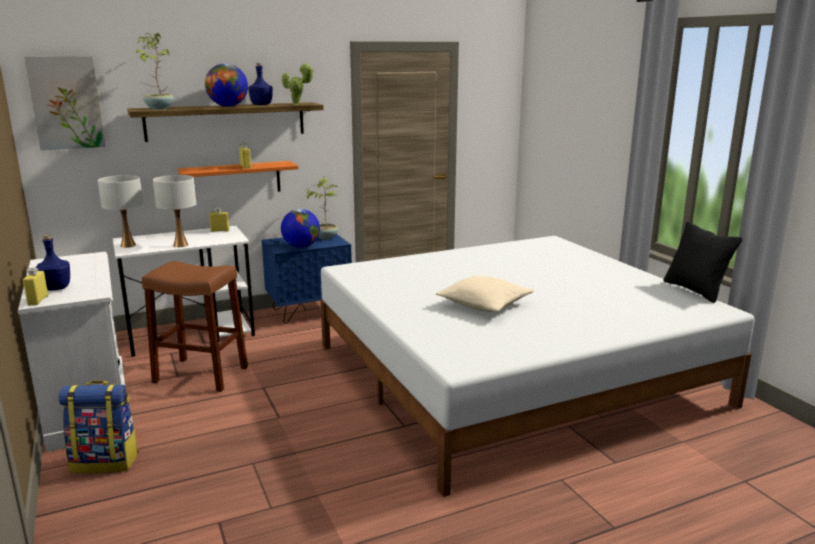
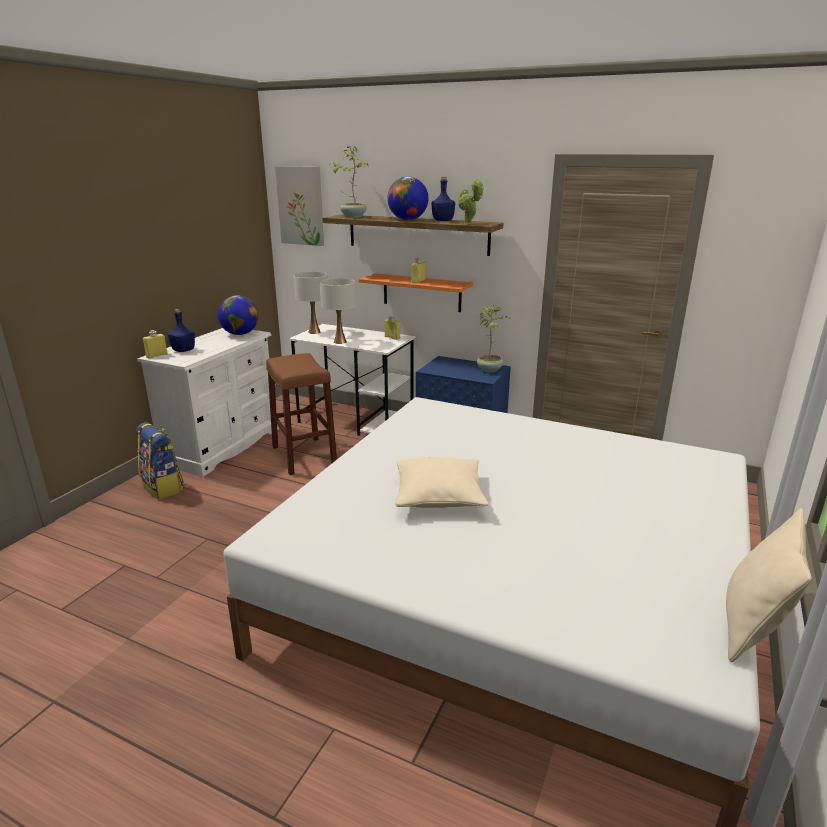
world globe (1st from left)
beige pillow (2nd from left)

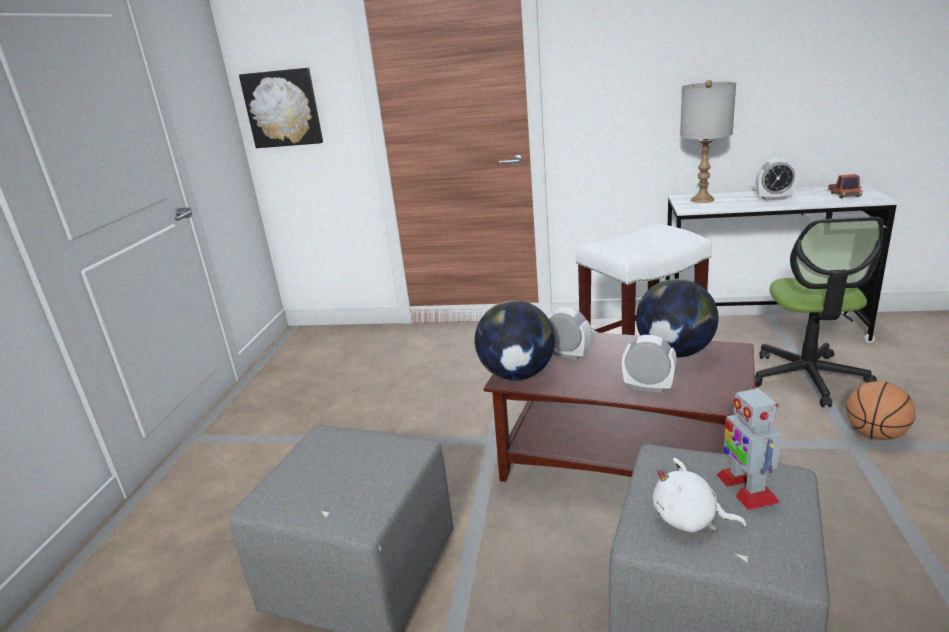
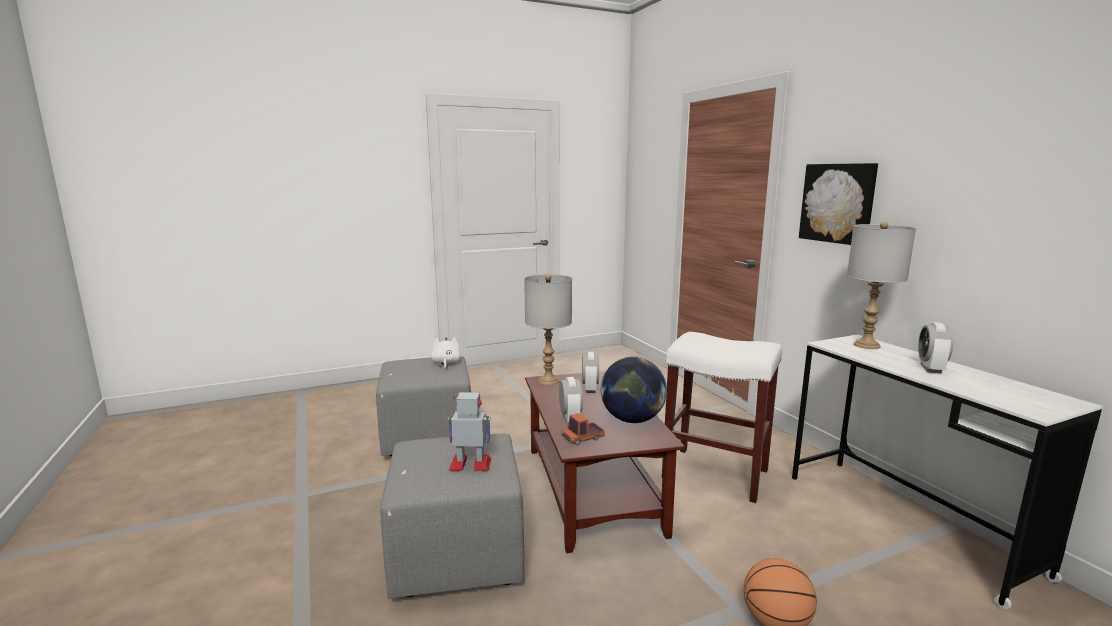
wall art
gray tabletop lamp (1st from left)
white-coloured soft toy
robot figure
table clock (3rd from left)
computer chair
toy truck

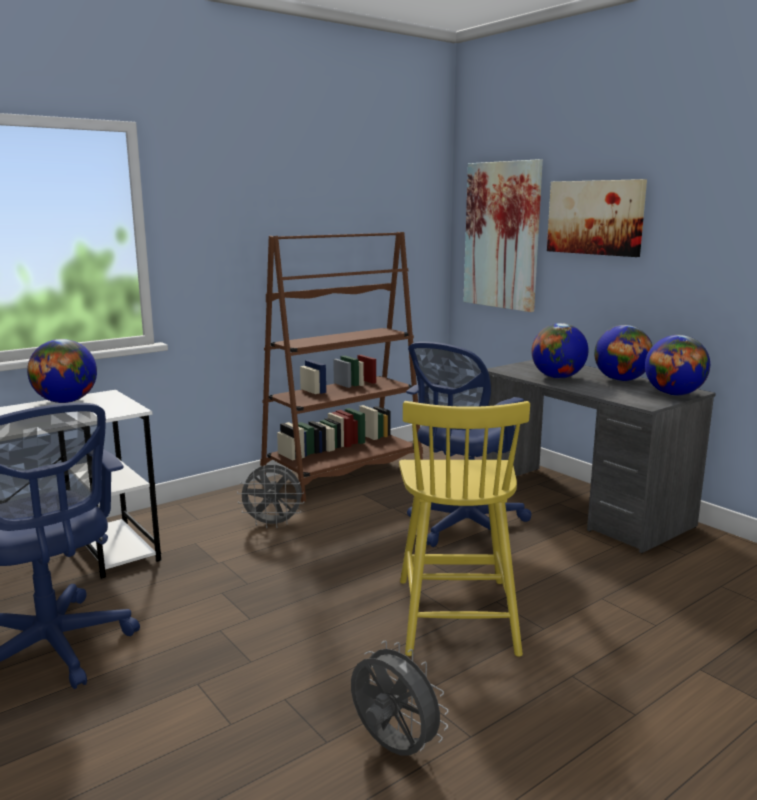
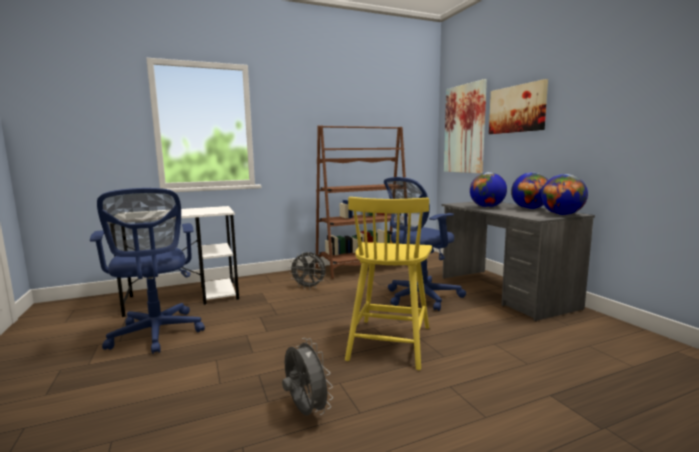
world globe (1st from left in the first image)

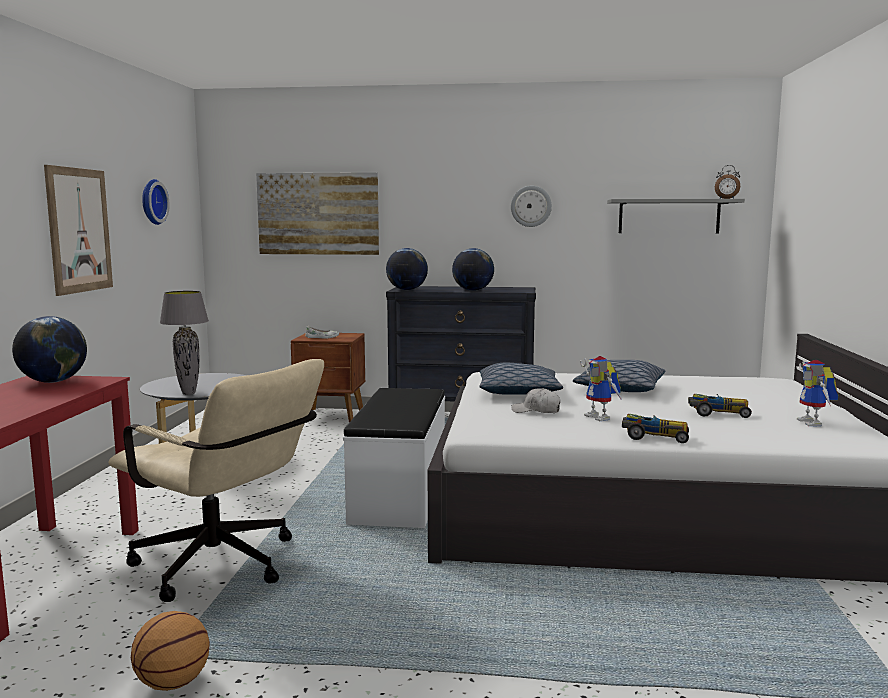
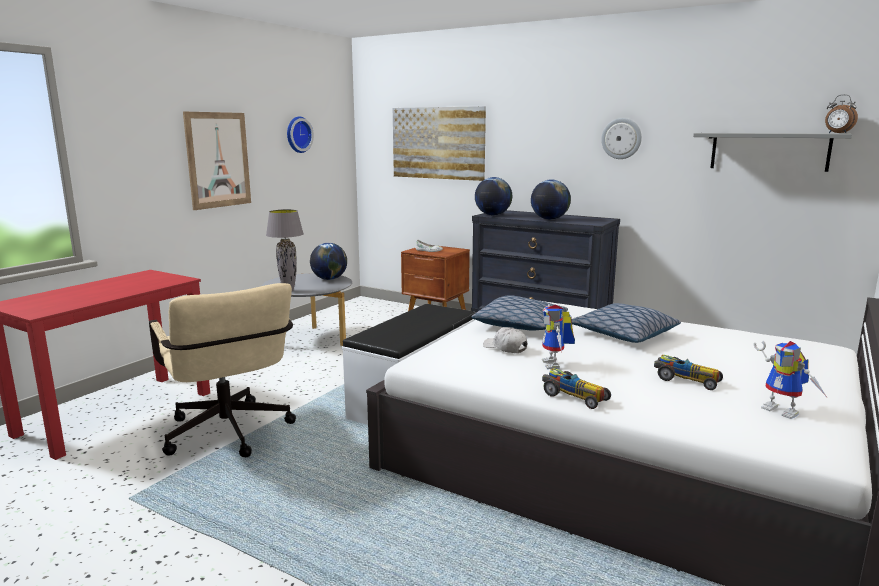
world globe (1st from left)
ball for basketball
robot figure (2nd from left)

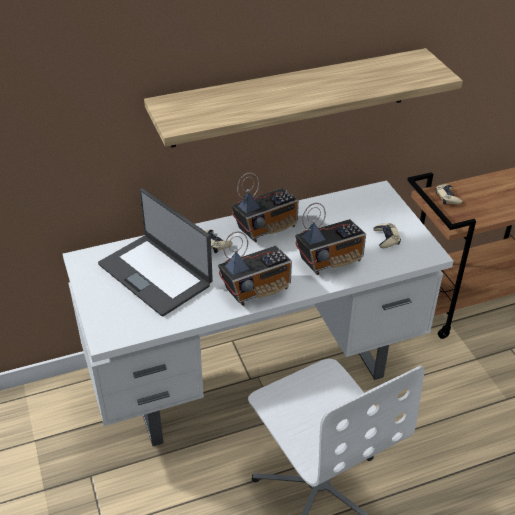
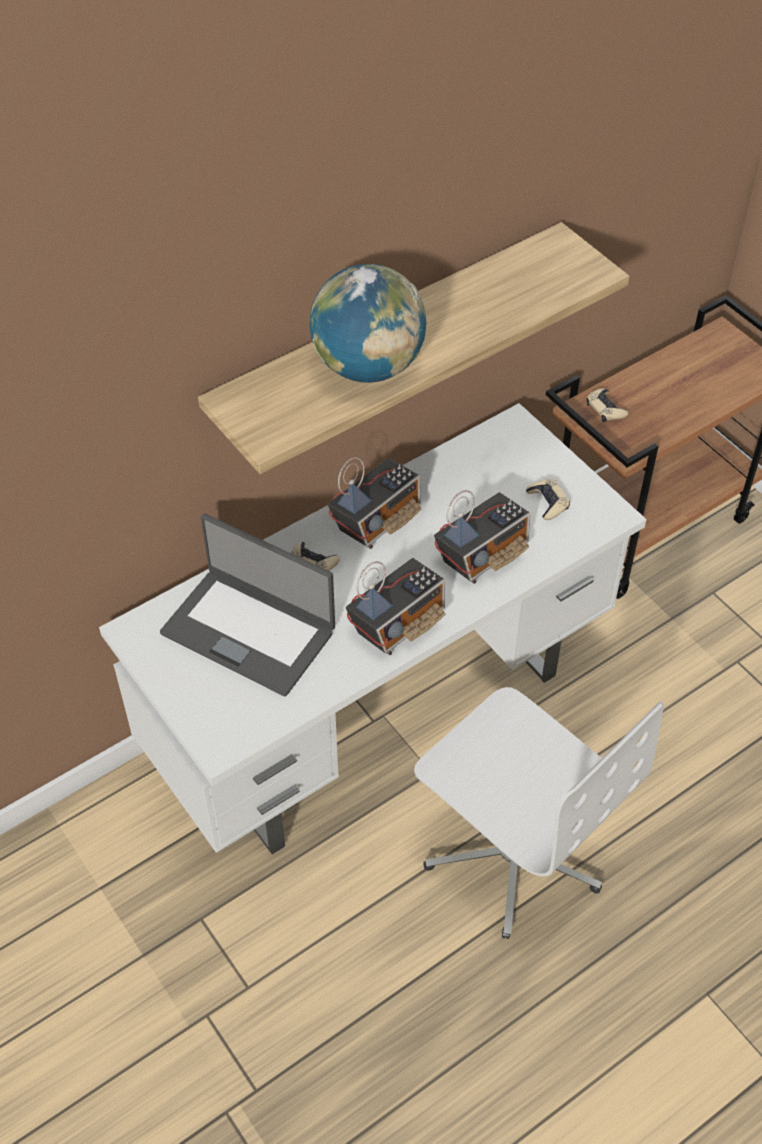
world globe

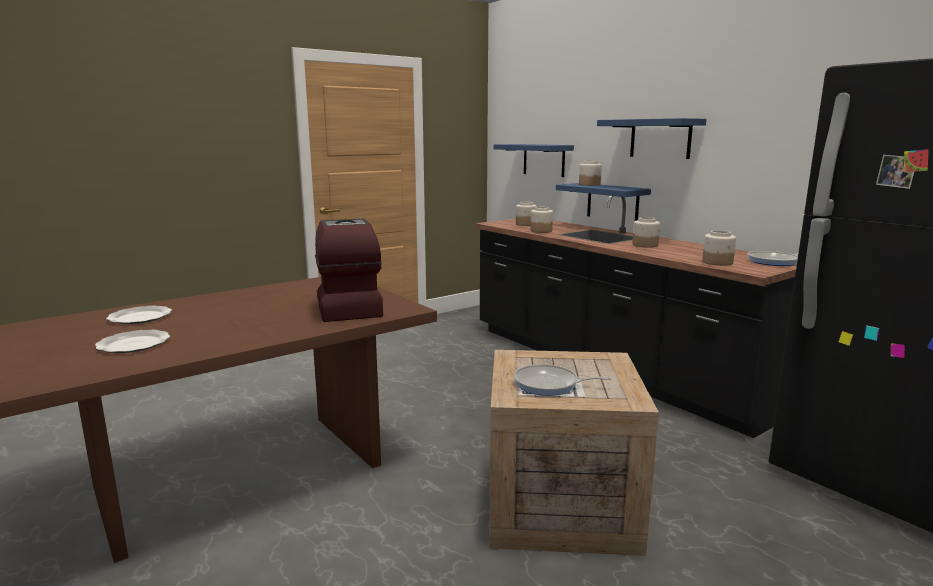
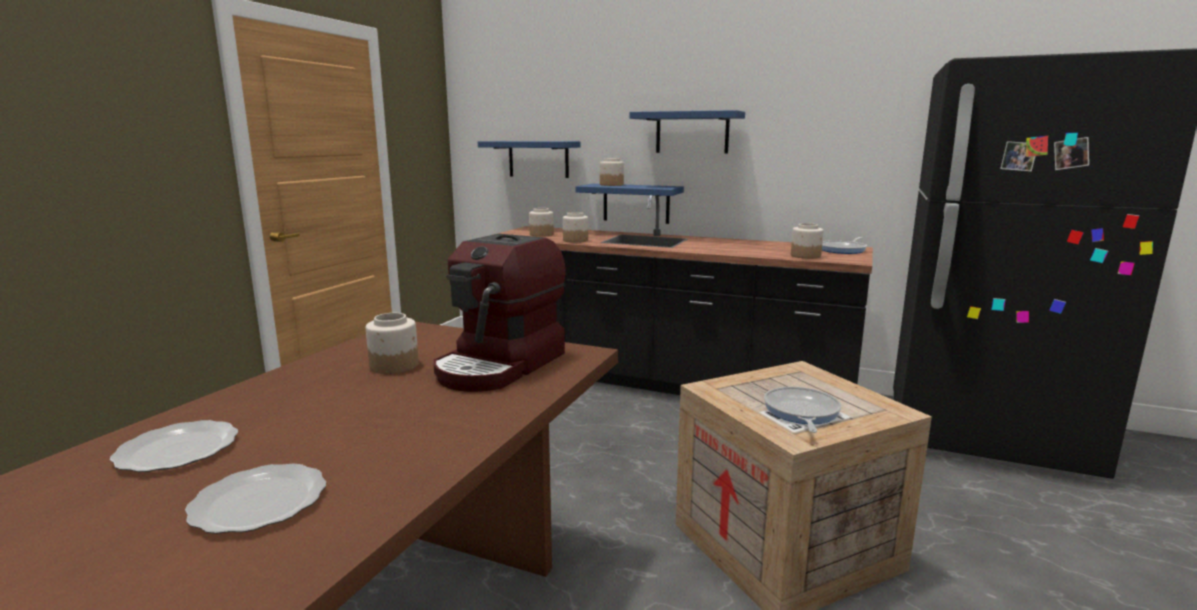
coffee machine
frying pan (1st from left)
storage jar (1st from left)

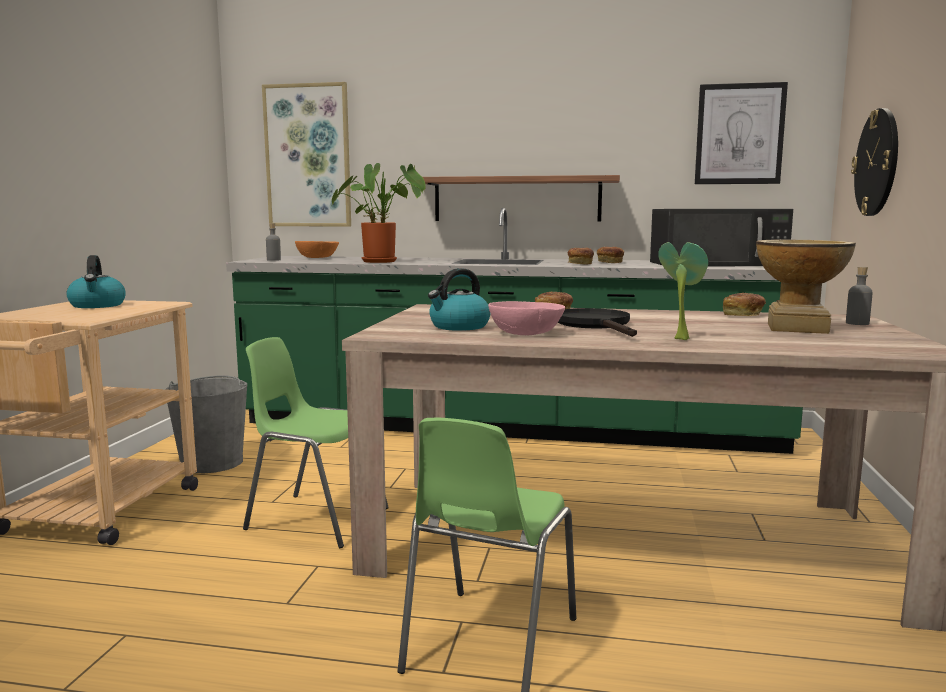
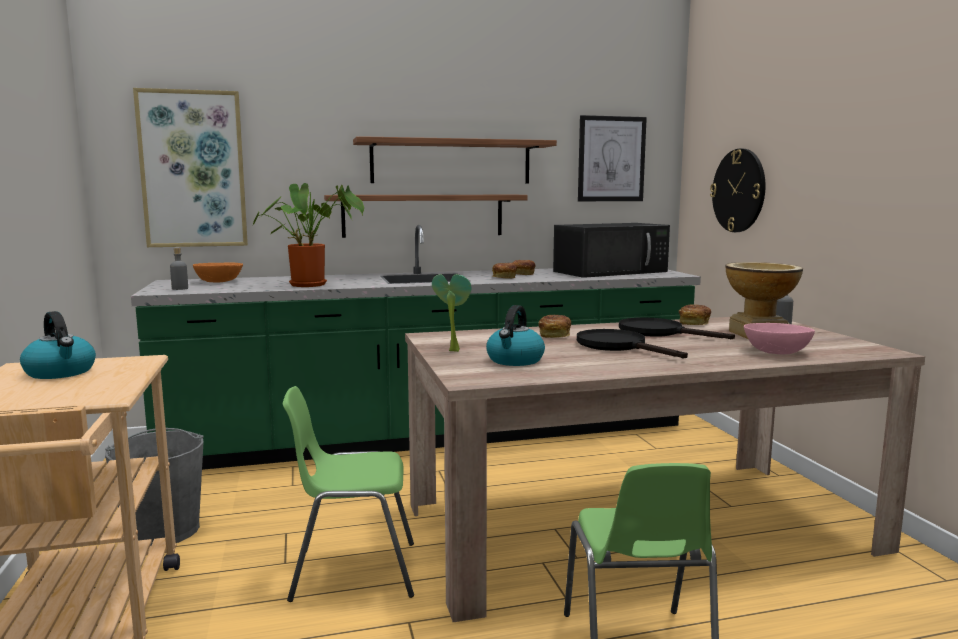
pink-coloured deep dish
potted plant (2nd from left)
wall shelf (2nd from left)
blackish frying pan (2nd from left)

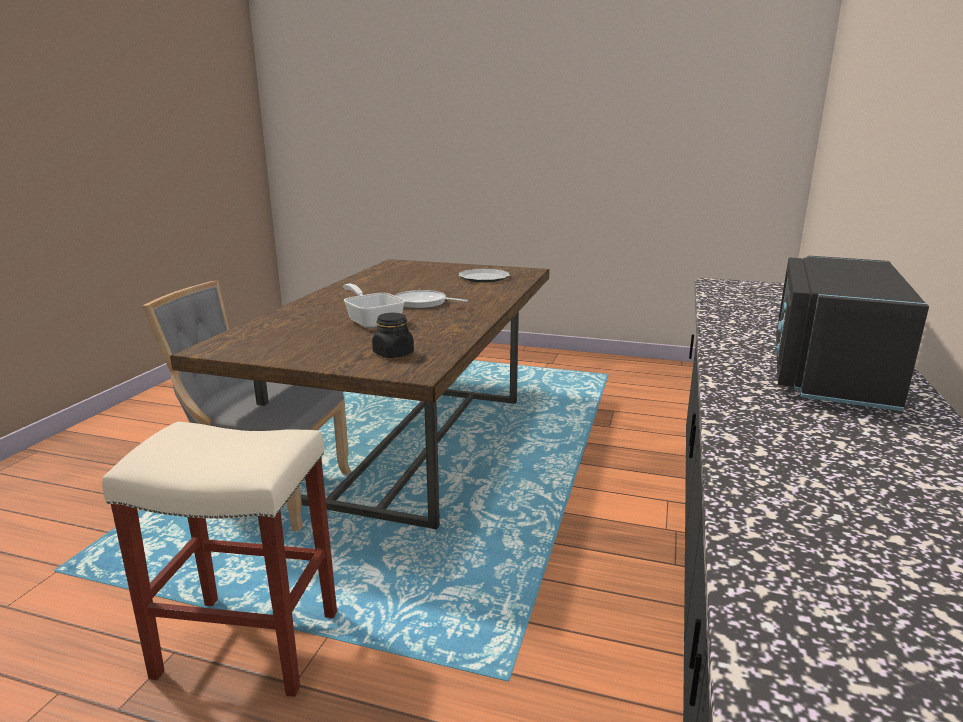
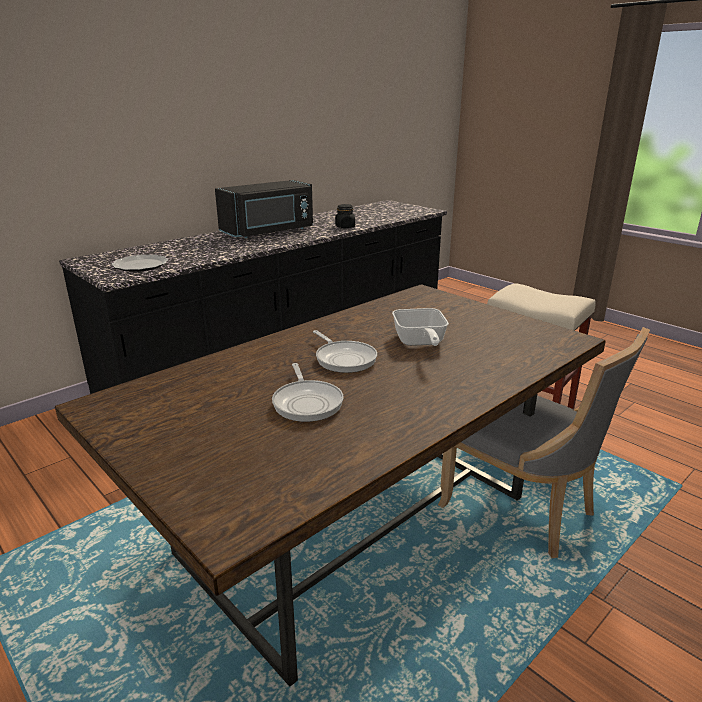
blackish storage jar
plate
frying pan (1st from left)

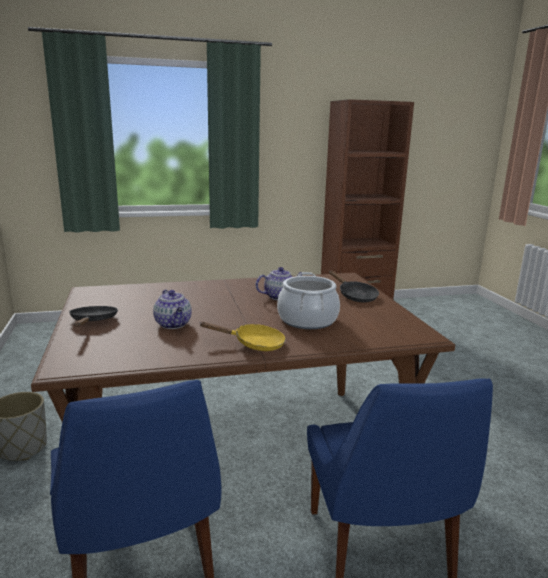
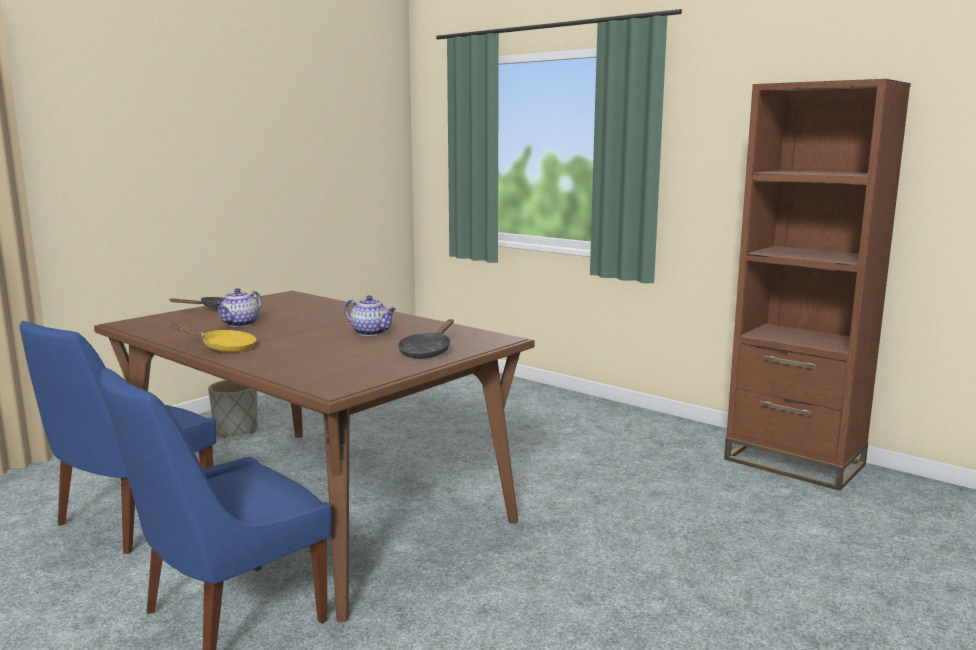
yellowish frying pan
stockpot

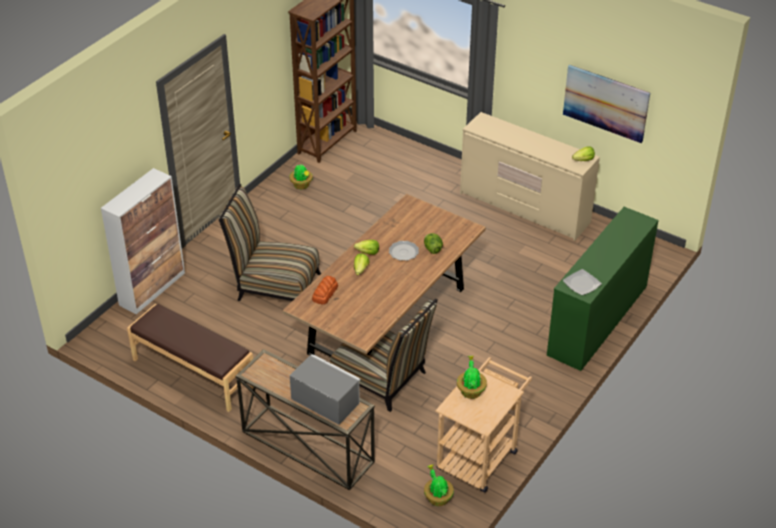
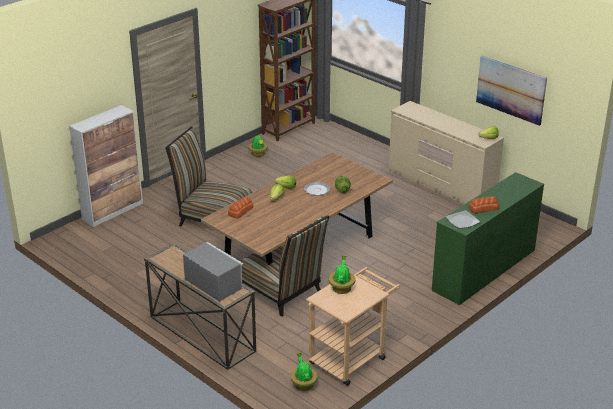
brownish indoor bench
bakery bread (2nd from left)

